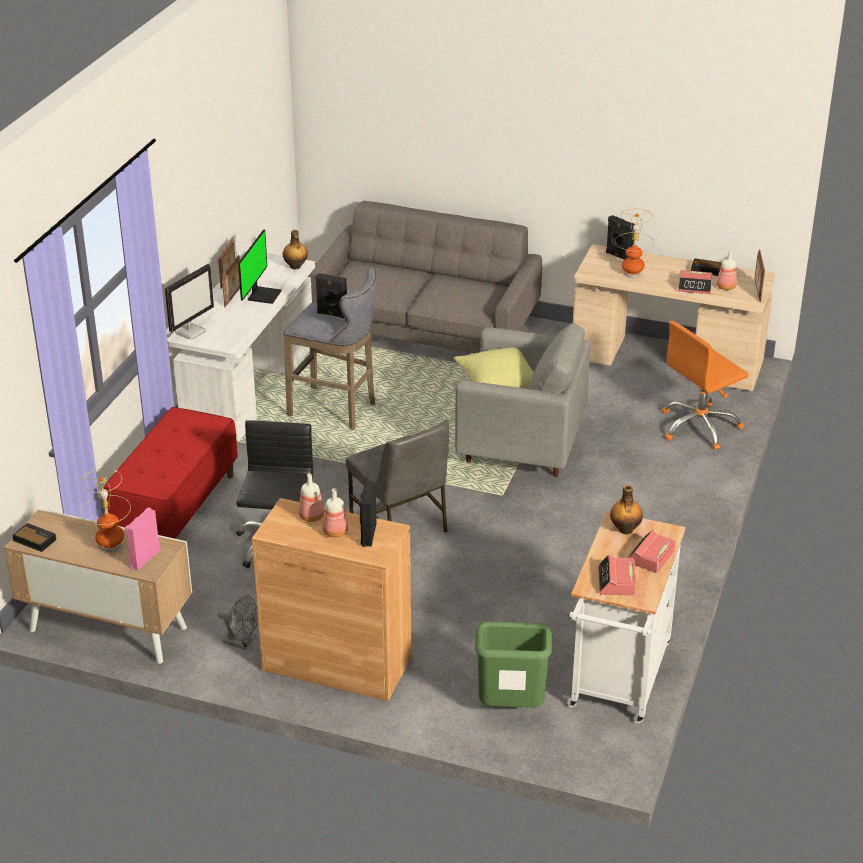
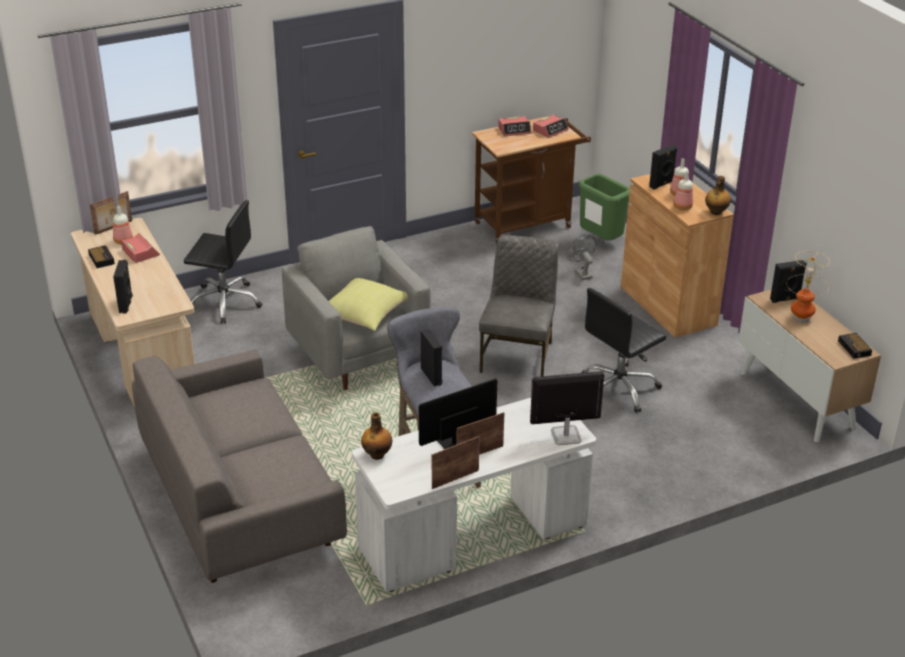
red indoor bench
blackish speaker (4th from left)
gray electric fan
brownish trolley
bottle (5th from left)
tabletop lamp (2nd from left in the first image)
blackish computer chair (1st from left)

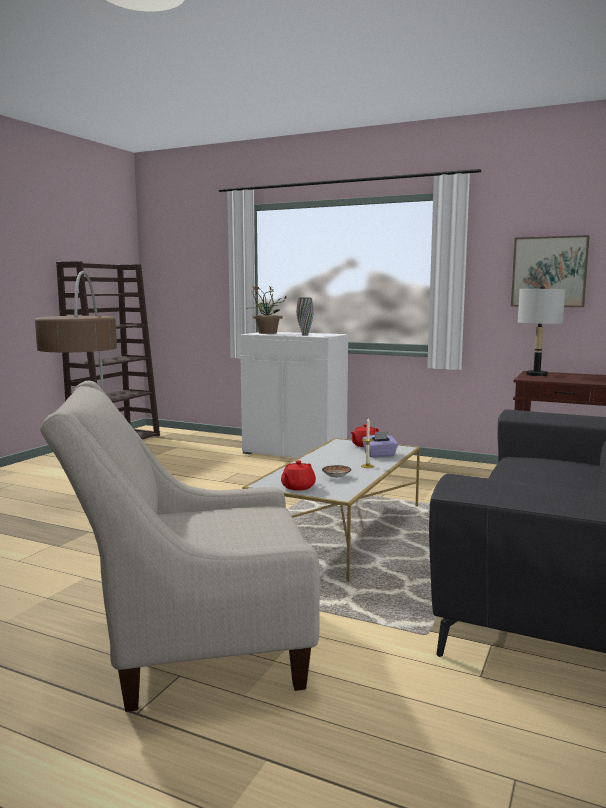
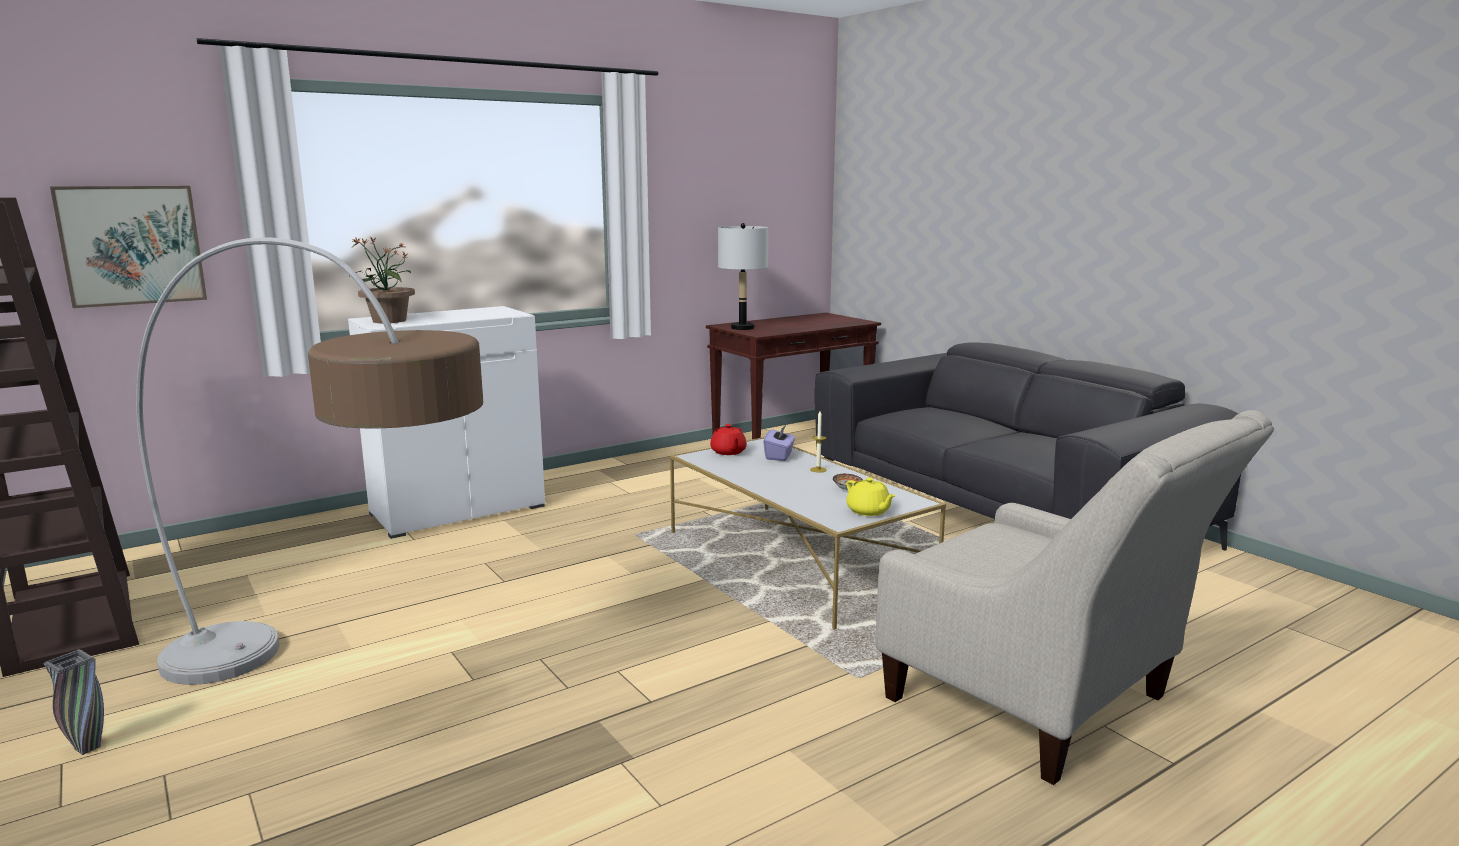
beige armchair
yellowish pot for tea
gray decorative vase
wall art

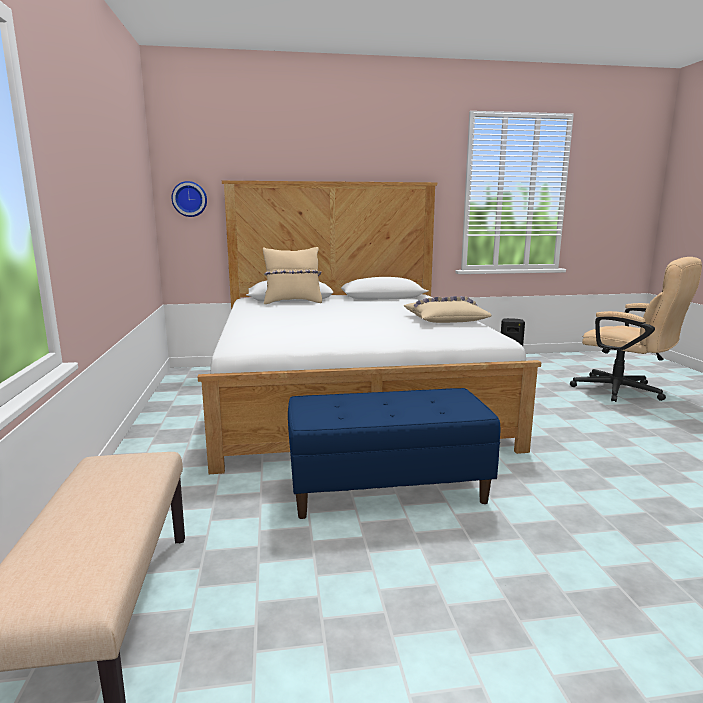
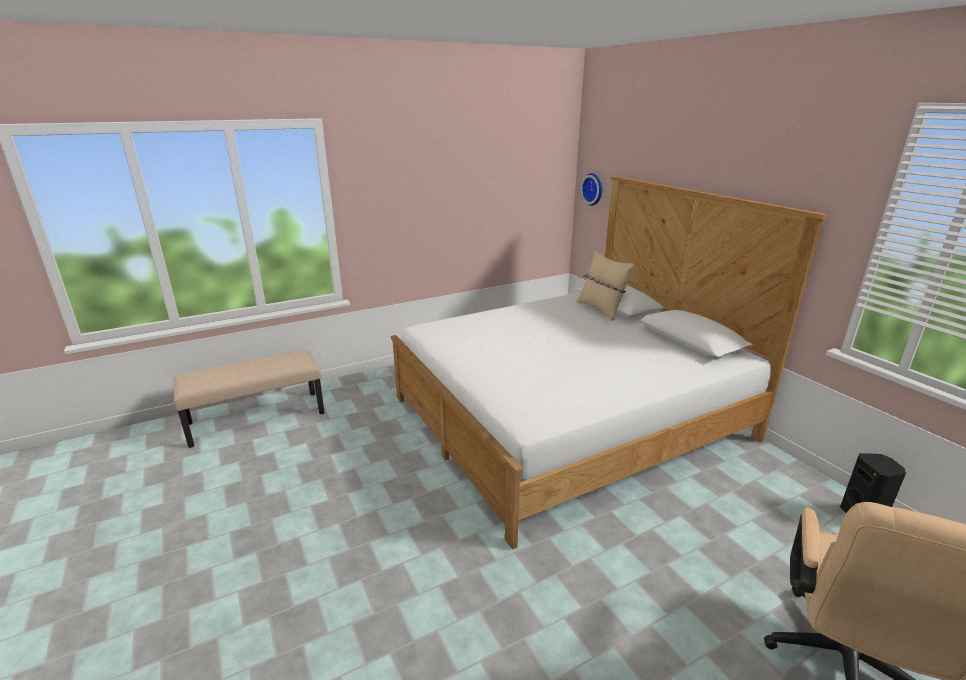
bluish indoor bench
beige pillow (2nd from left in the first image)

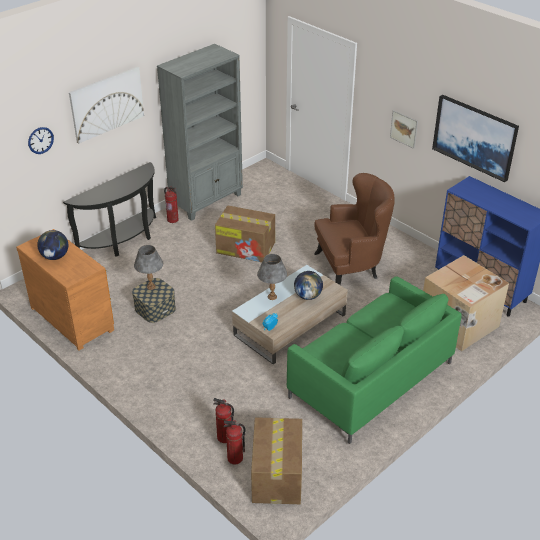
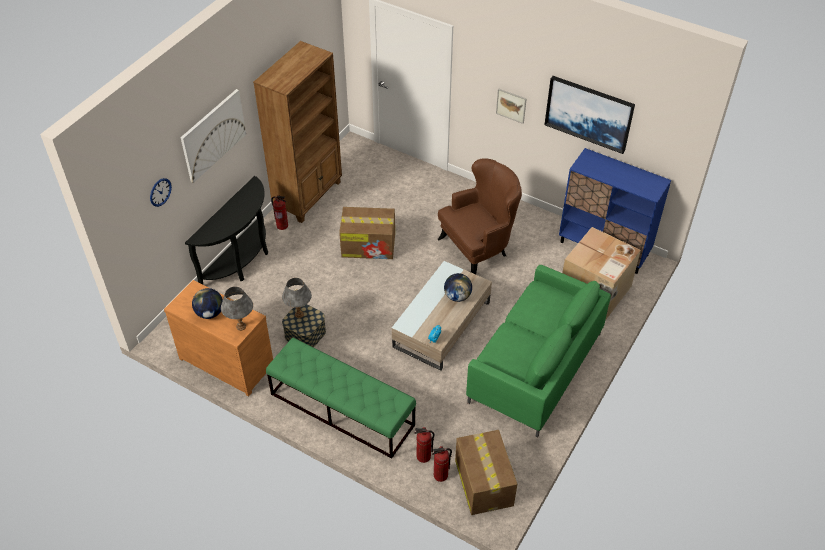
brownish bookshelf
gray tabletop lamp (1st from left)
greenish indoor bench

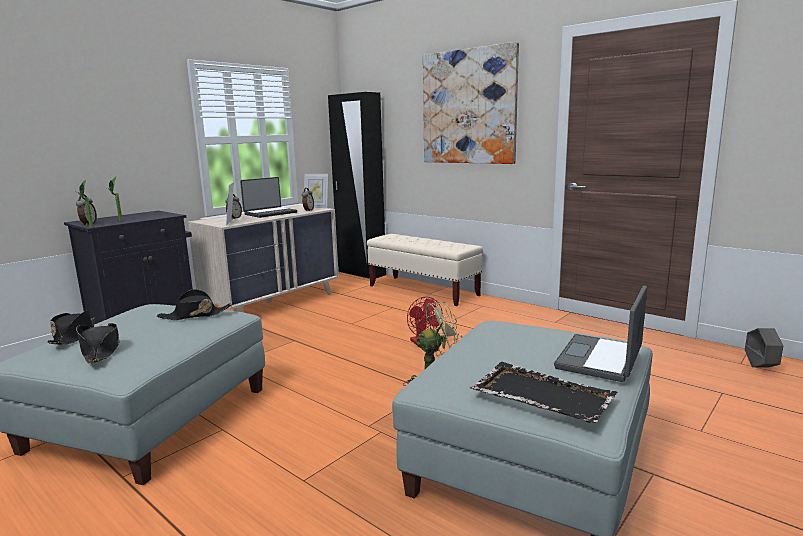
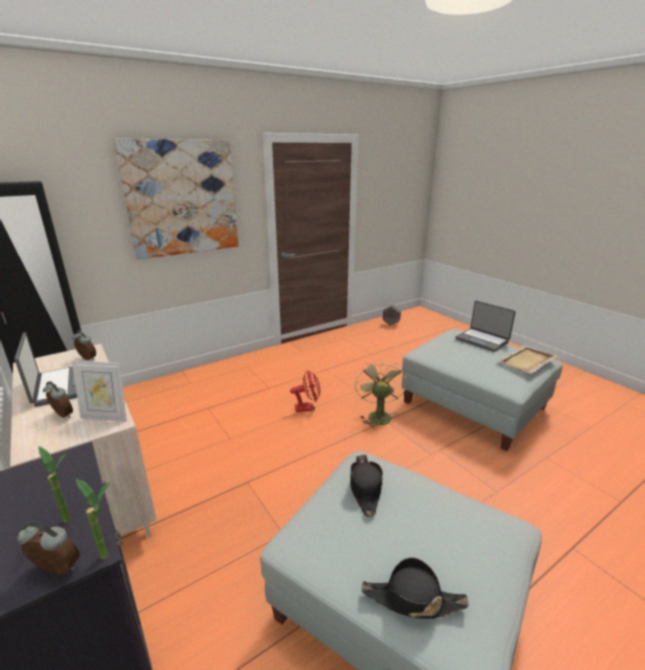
blackish hat (2nd from left in the first image)
photo frame (2nd from left in the first image)
beige indoor bench
beige carrying tray

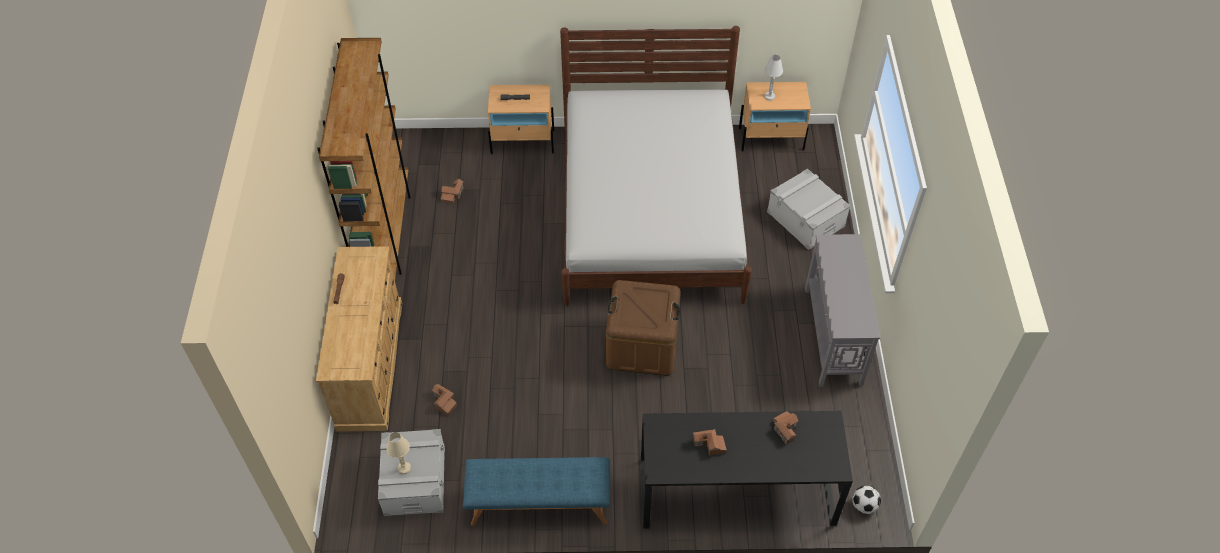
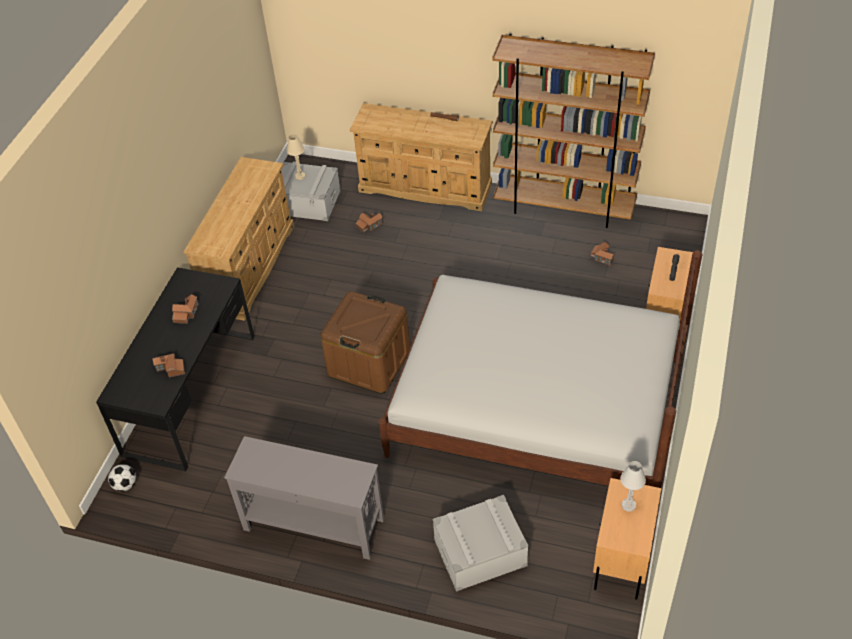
beige dresser (1st from left)

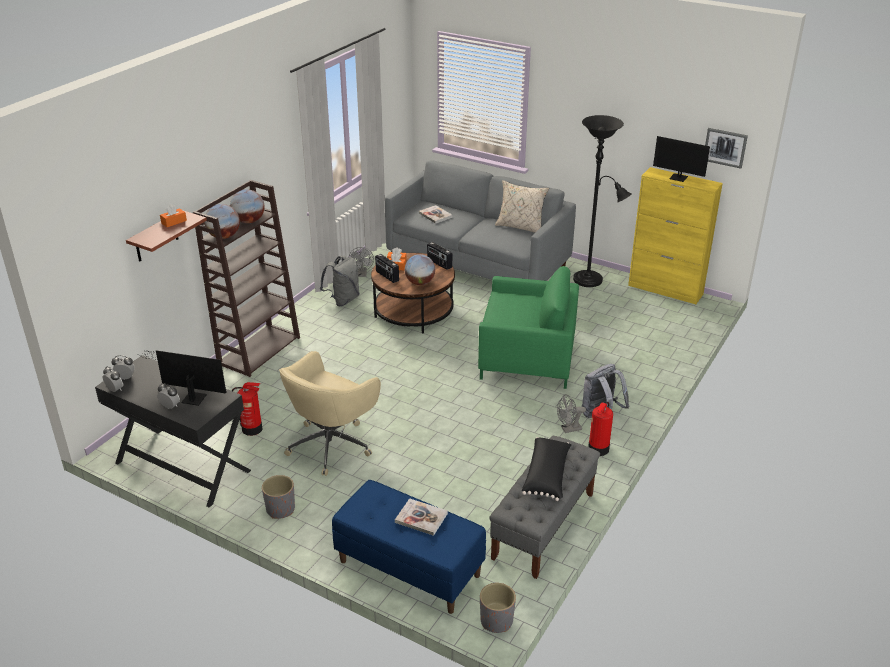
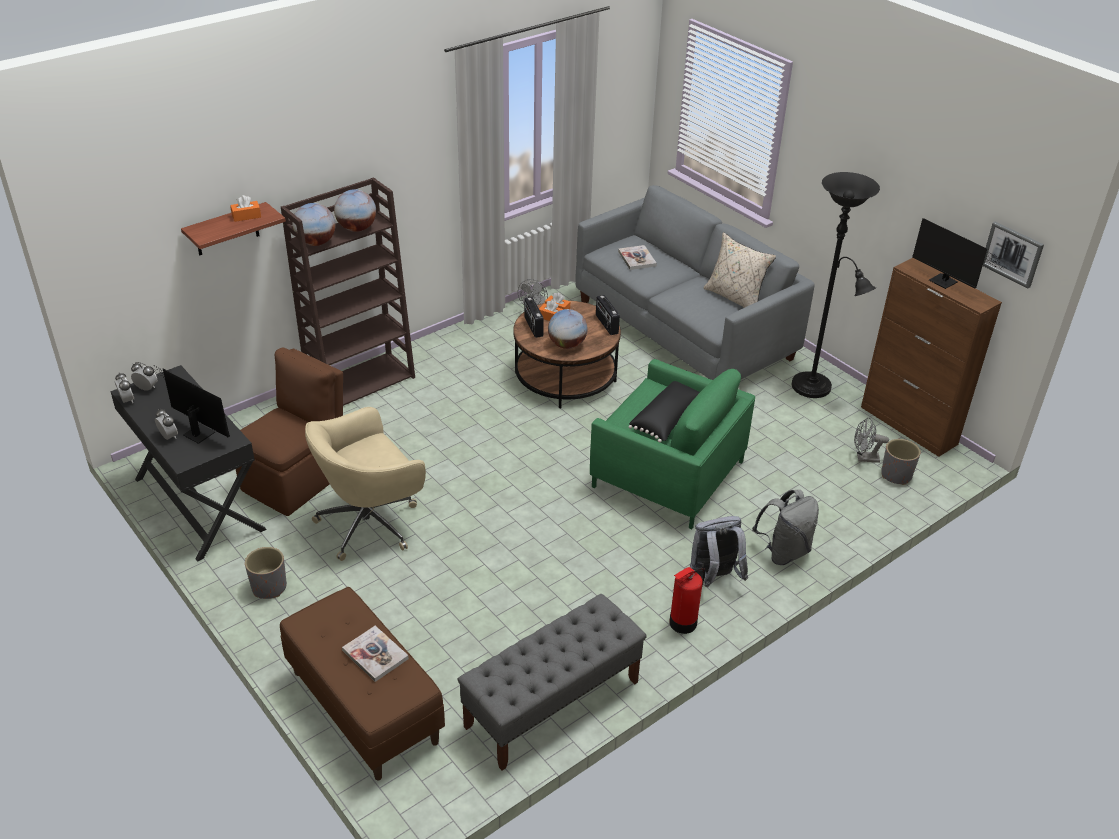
brownish plain chair
gray rucksack (2nd from left)
brownish indoor bench
gray flower pot (2nd from left)
blackish pillow
gray electric fan (2nd from left)
brownish cabinet

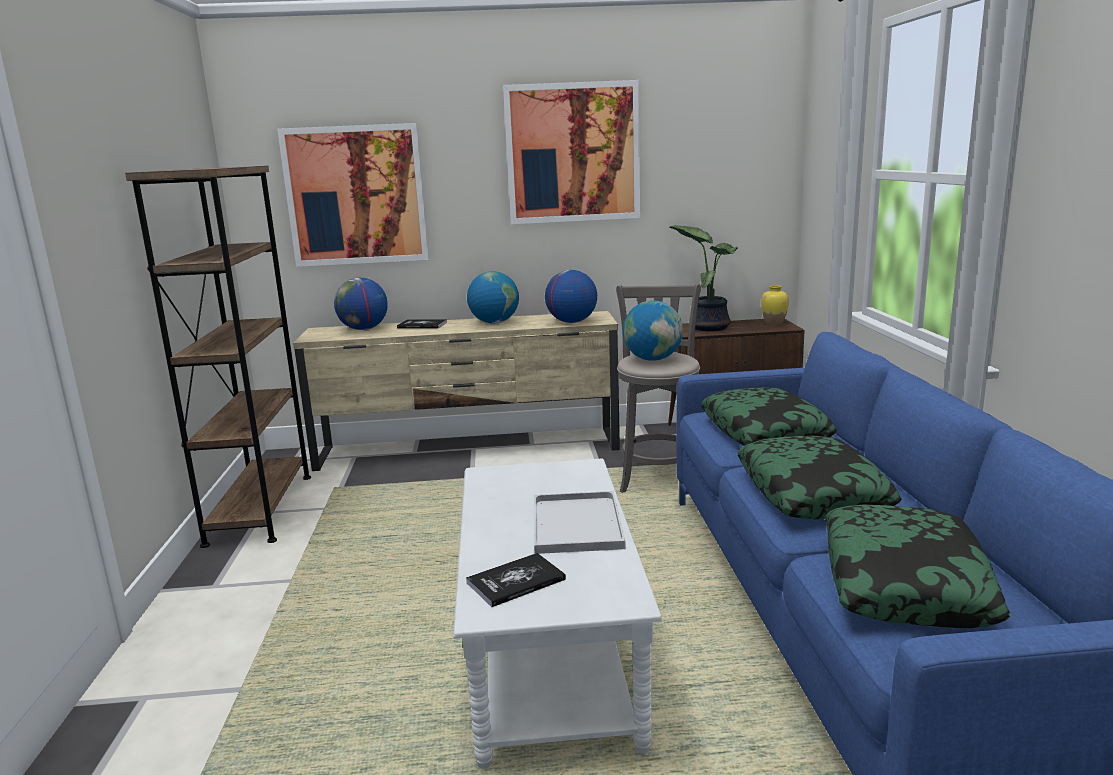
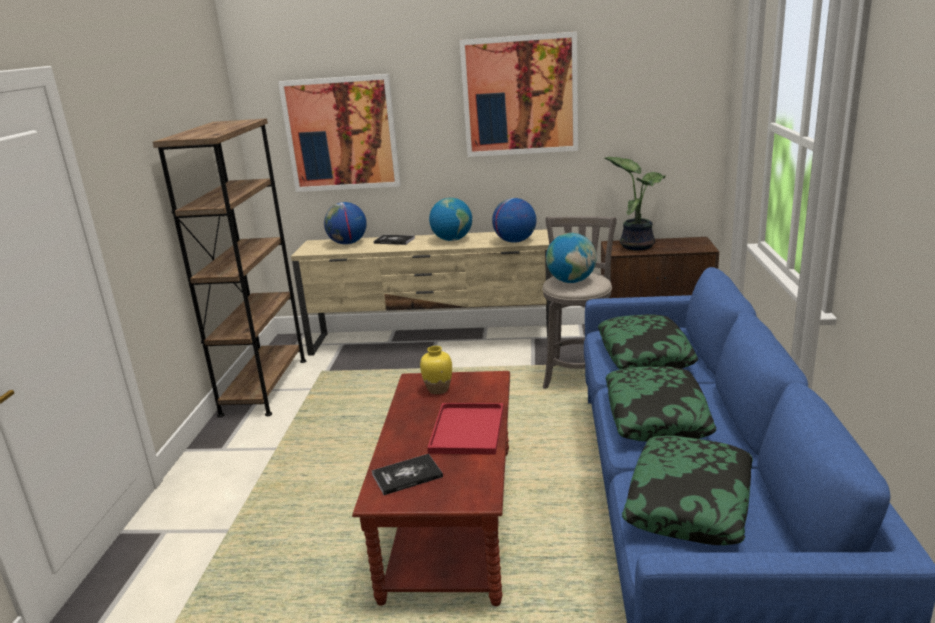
brownish low table
red carrying tray
yellowish decorative vase

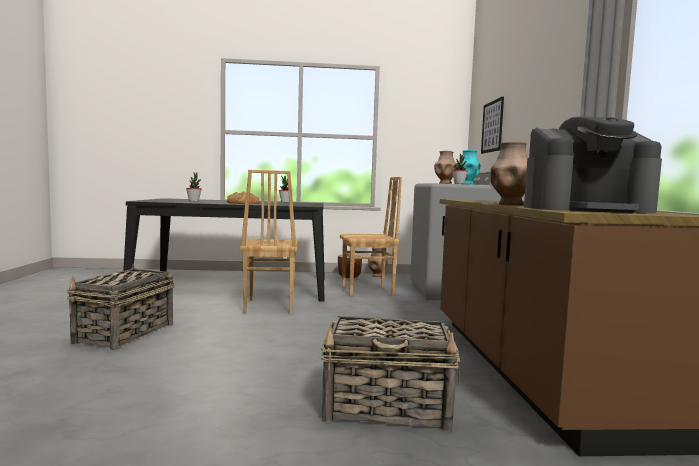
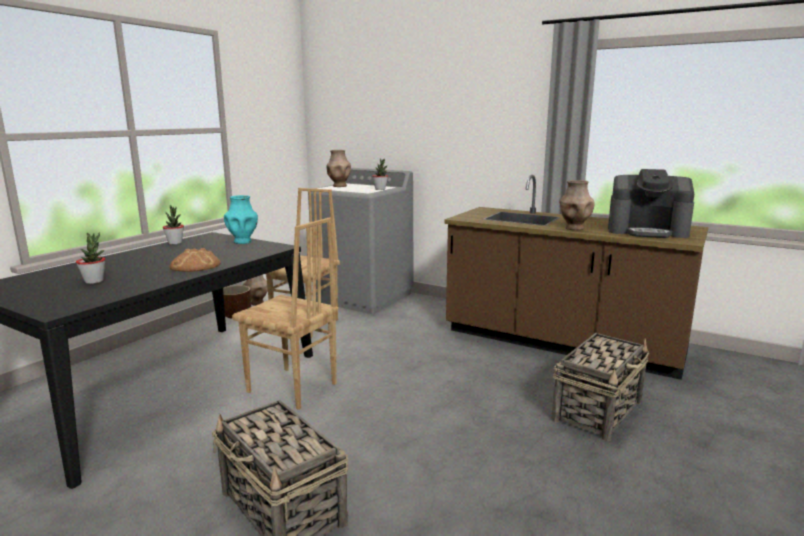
blue-green decorative vase
wall art
coffee machine

